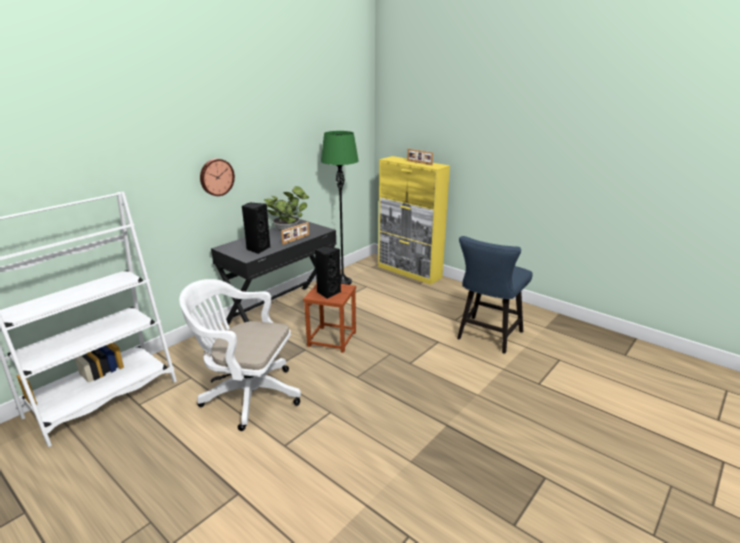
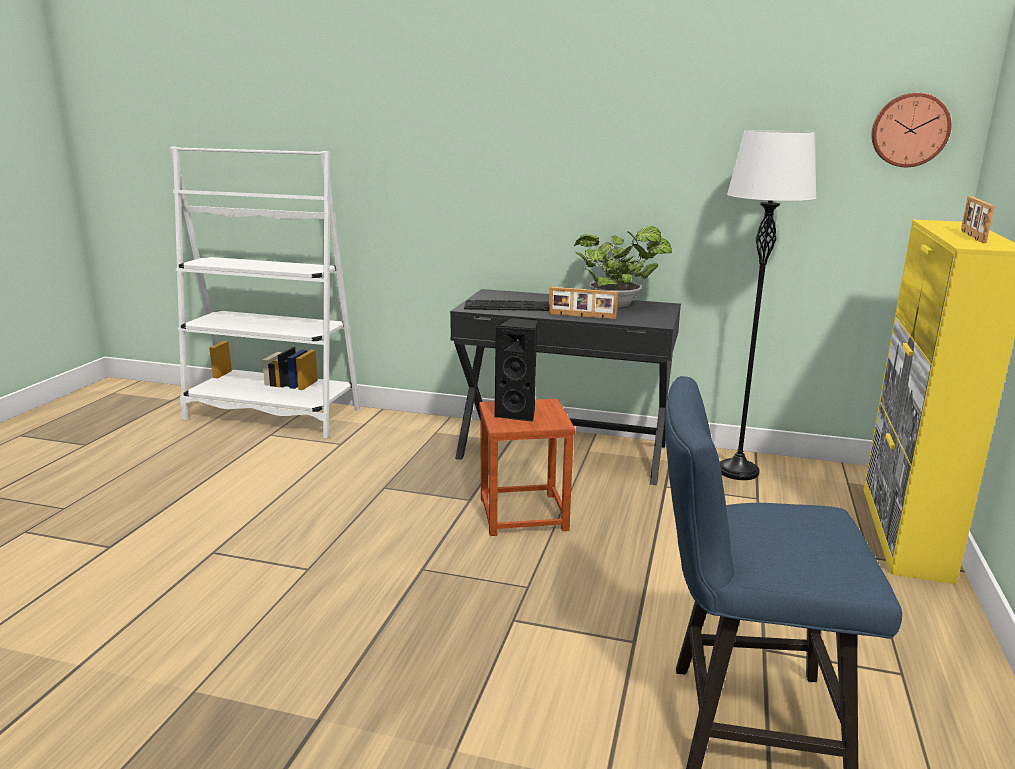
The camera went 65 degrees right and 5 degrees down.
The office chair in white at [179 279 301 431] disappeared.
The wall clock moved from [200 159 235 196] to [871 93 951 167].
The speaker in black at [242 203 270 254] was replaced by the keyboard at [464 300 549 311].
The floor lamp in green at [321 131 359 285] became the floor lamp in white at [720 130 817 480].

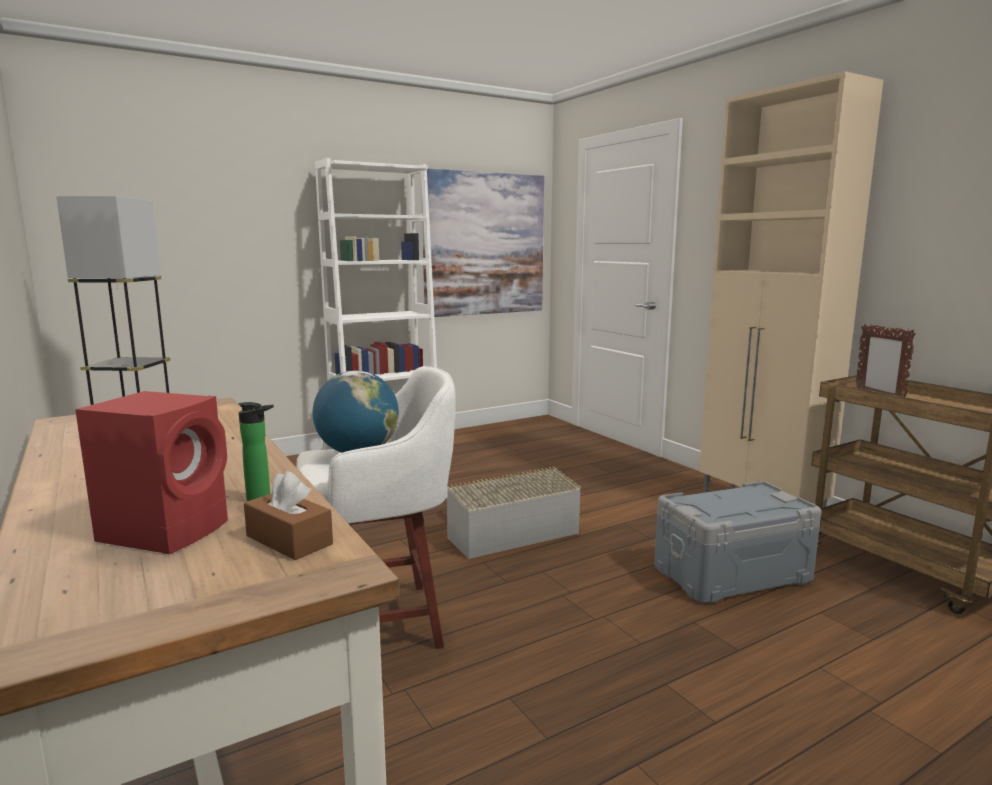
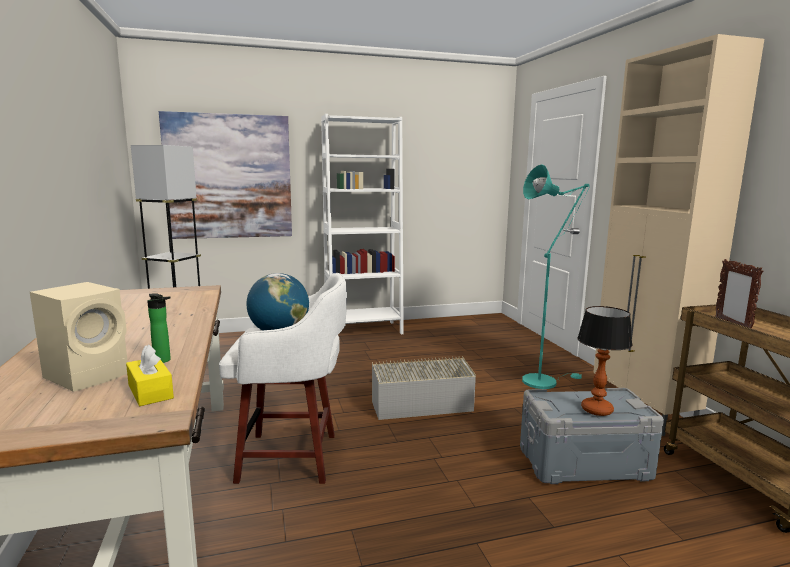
The camera went 15 degrees right and 0 degrees up.
The speaker in red at [75 391 228 554] became the speaker in beige at [30 282 128 392].
The tissue box in brown at [244 471 333 560] became the tissue box in yellow at [126 344 174 406].
The picture moved from [422 169 544 317] to [159 111 292 239].
The floor lamp in turquoise at [522 164 590 389] appeared.
The table lamp at [577 306 632 416] appeared.

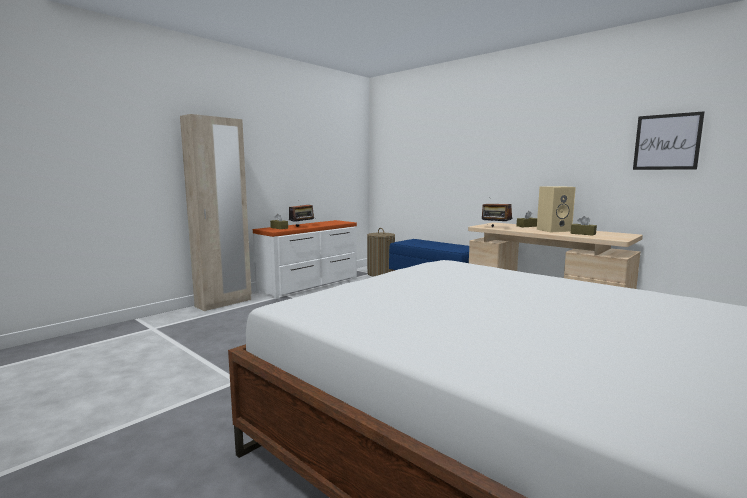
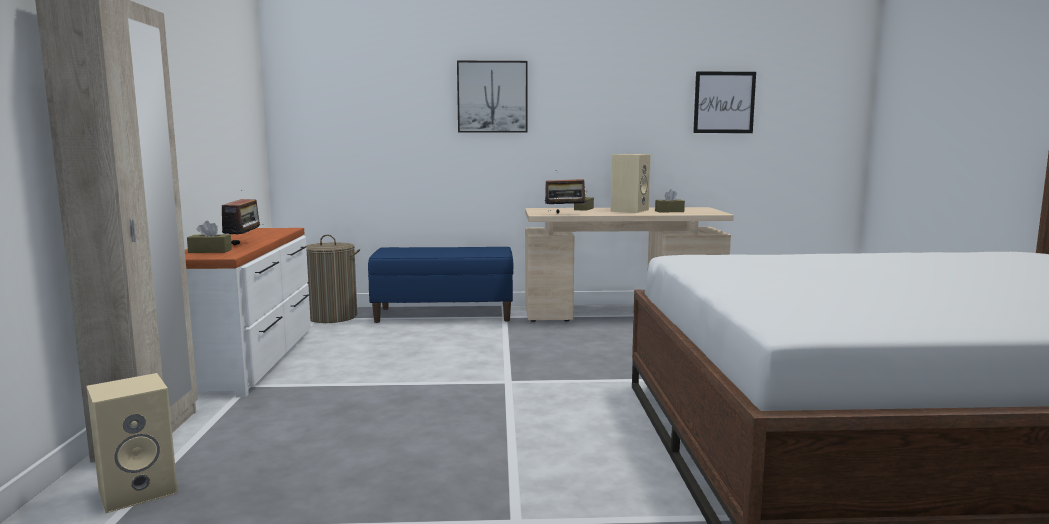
The camera went 45 degrees left and 0 degrees up.
The speaker in beige at [86 373 178 513] appeared.
The picture at [457 61 528 133] appeared.

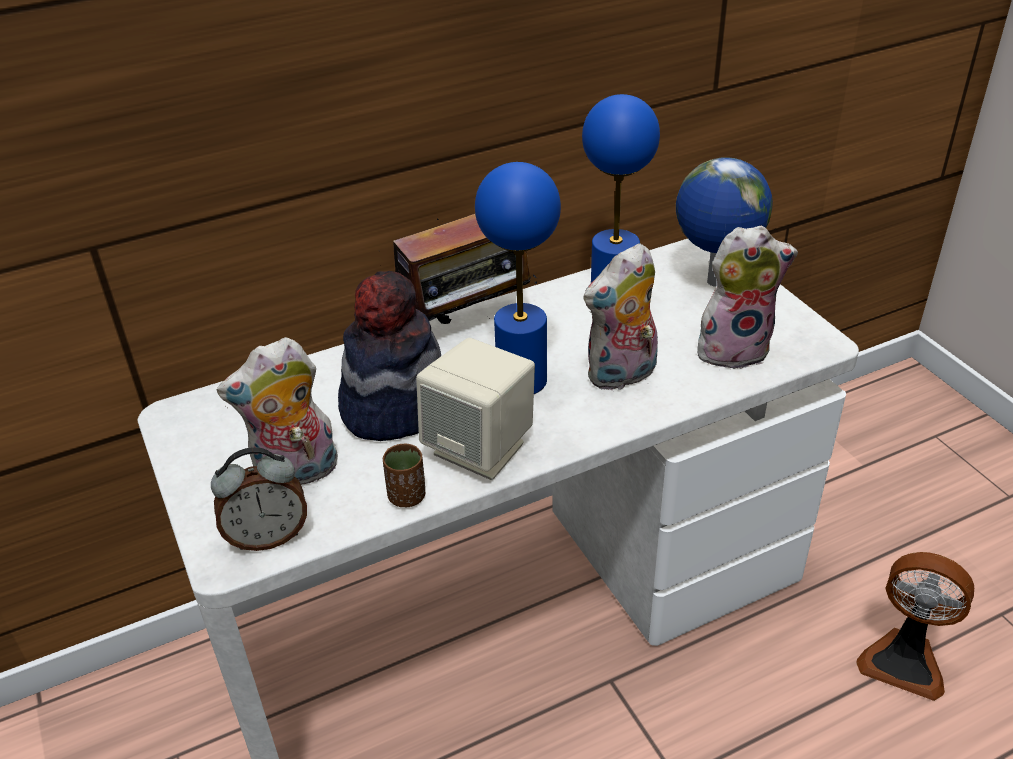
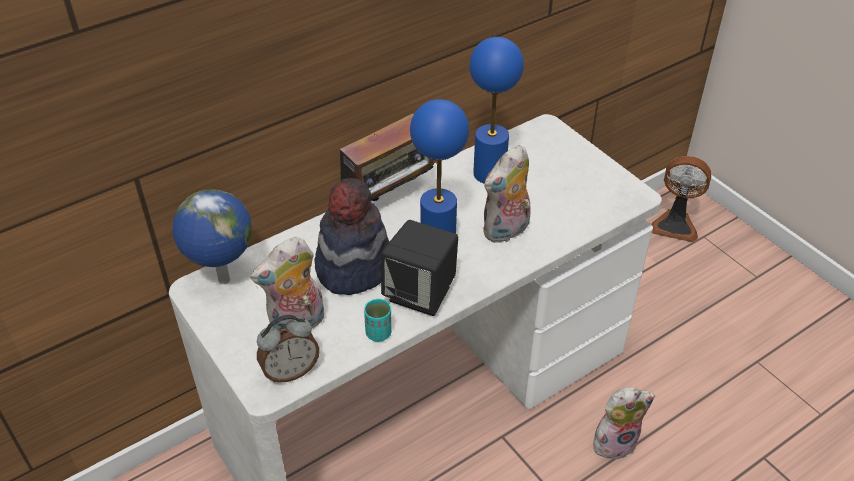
The camera went 10 degrees left and 5 degrees up.
The cup in brown at [383 443 425 507] became the cup in turquoise at [364 299 392 342].
The speaker in beige at [416 338 535 480] became the speaker in black at [381 220 458 316].
The globe moved from [676 157 773 287] to [172 189 252 284].
The plush toy moved from [697 226 798 369] to [593 387 655 460].
The fan moved from [856 552 974 701] to [651 156 711 242].

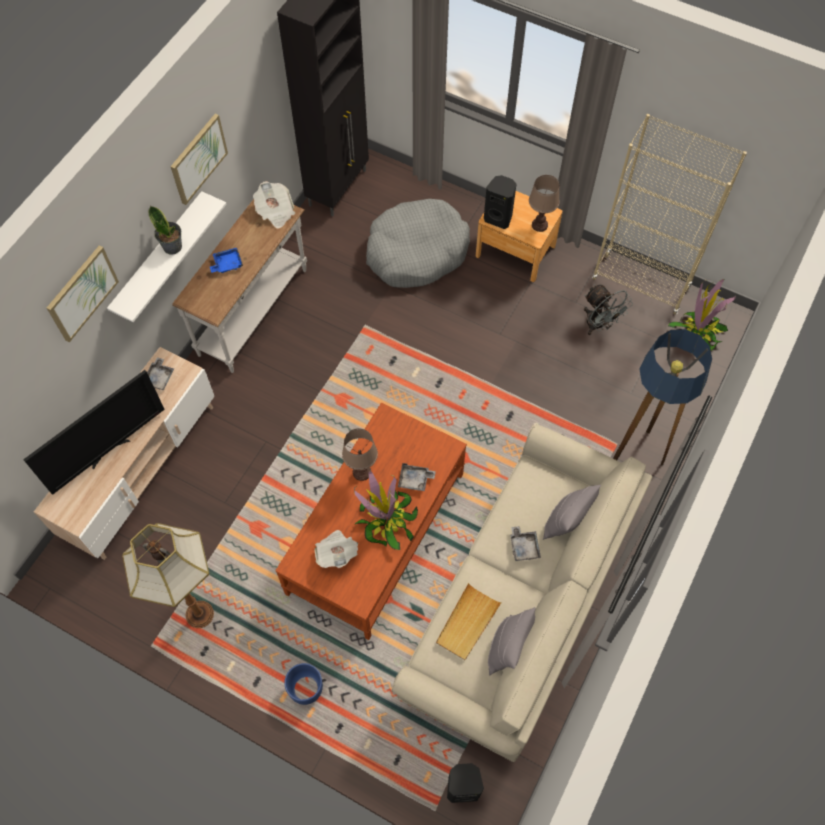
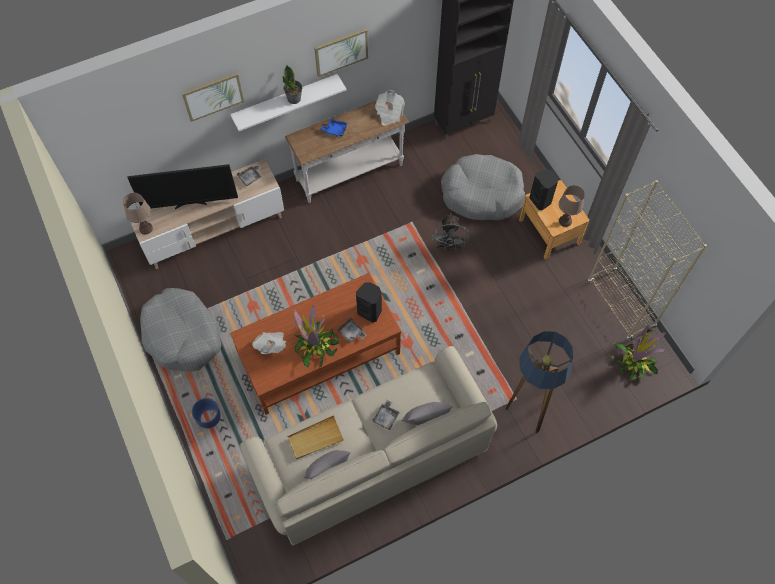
The camera went 35 degrees right and 0 degrees up.
The floor lamp at [122 523 214 628] was replaced by the dog bed in grey at [140 288 221 372].
The table lamp in brown moved from [342 429 378 481] to [123 193 153 234].
The speaker in black moved from [447 763 484 803] to [356 282 382 323].
The fan in grey moved from [584 284 633 335] to [432 213 468 250].

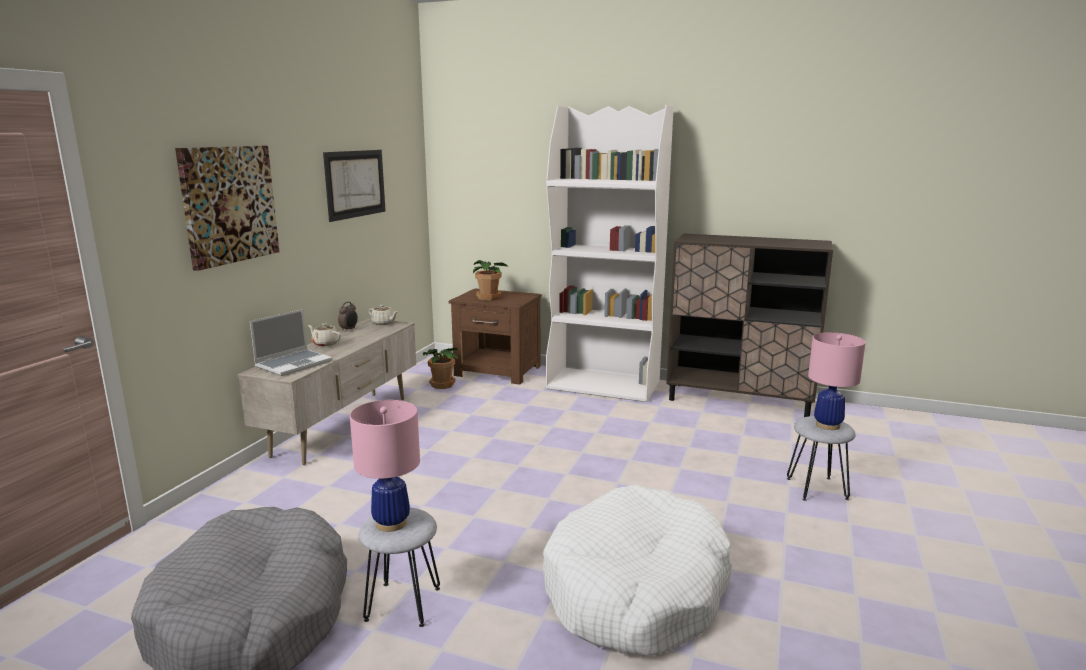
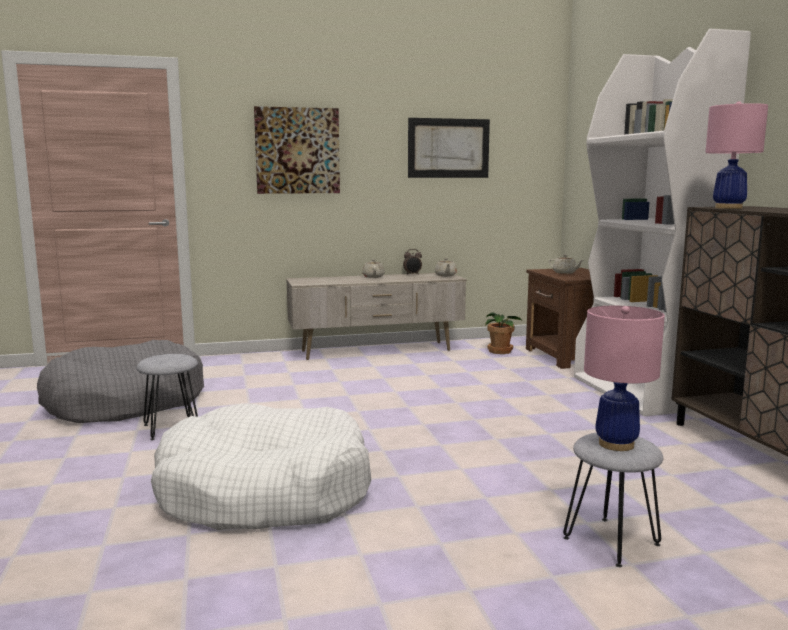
The camera went 55 degrees right and 5 degrees down.
The laptop at [250 309 333 376] disappeared.
The table lamp in pink moved from [350 400 420 532] to [705 101 768 209].
The potted plant at [473 260 507 301] was replaced by the teapot in beige at [549 254 584 274].

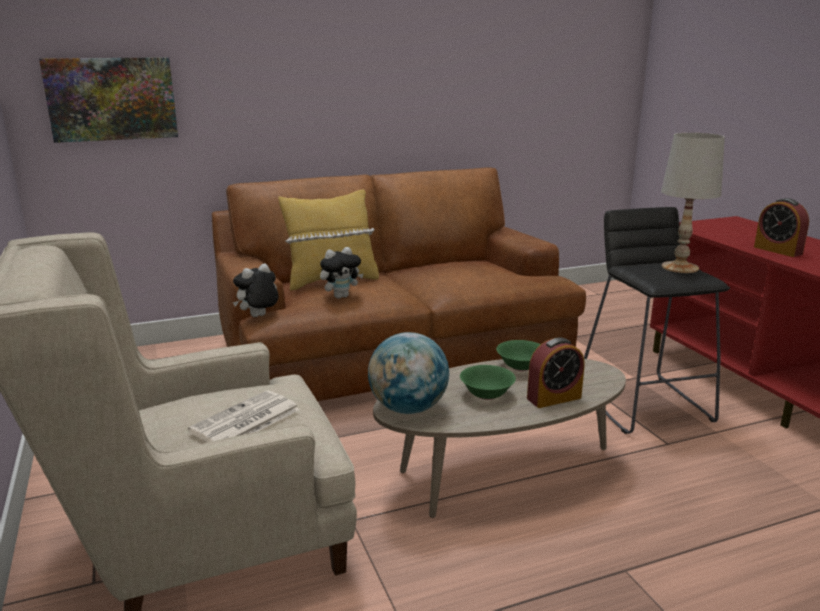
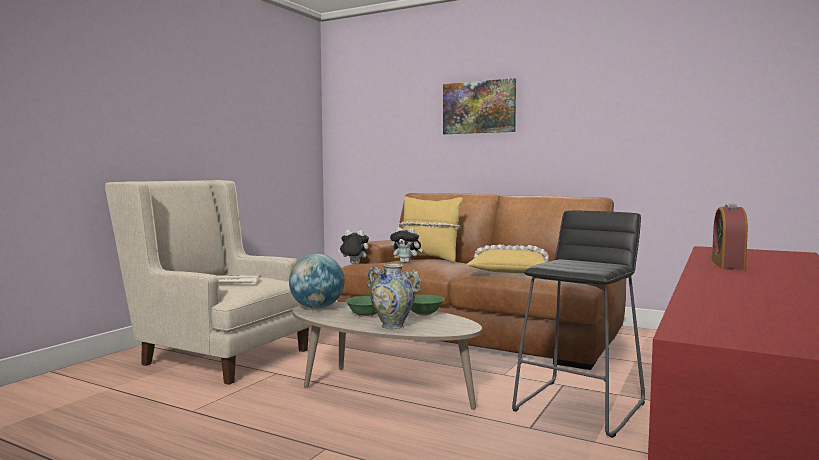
The camera went 50 degrees right and 15 degrees down.
The picture moved from [39 57 178 143] to [443 78 516 134].
The alarm clock at [527 337 584 408] was replaced by the vase at [367 263 421 329].
The table lamp in white at [661 133 725 273] disappeared.
The pillow in yellow at [467 244 549 273] appeared.

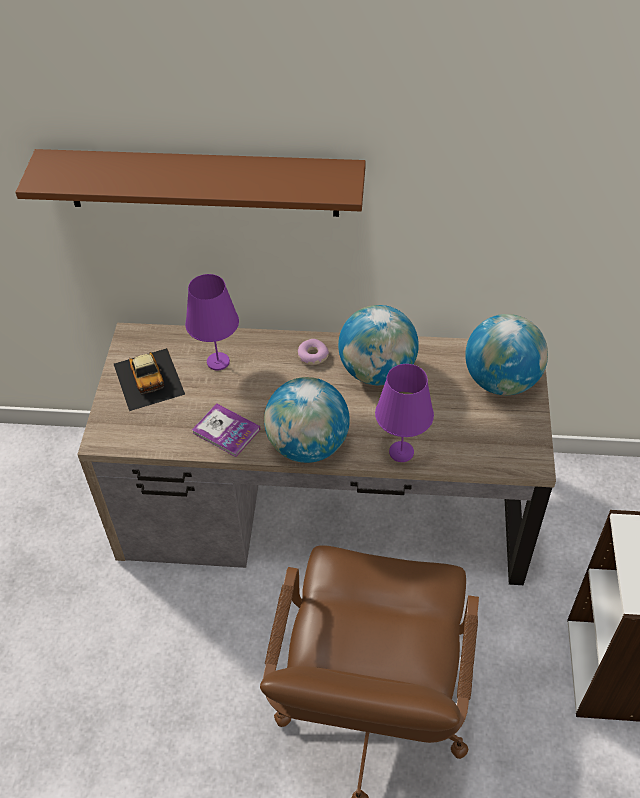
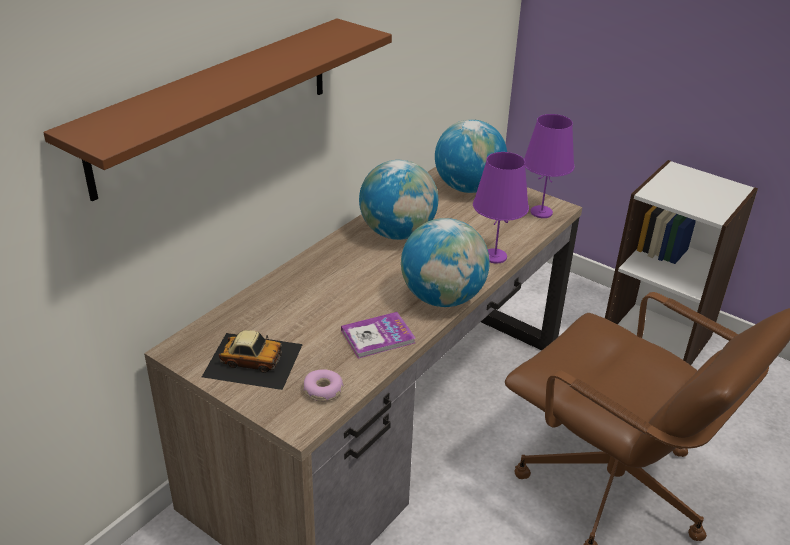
The camera went 60 degrees left and 15 degrees down.
The table lamp in purple moved from [185 274 239 370] to [524 114 575 218].
The donut moved from [298 339 329 365] to [304 369 344 402].

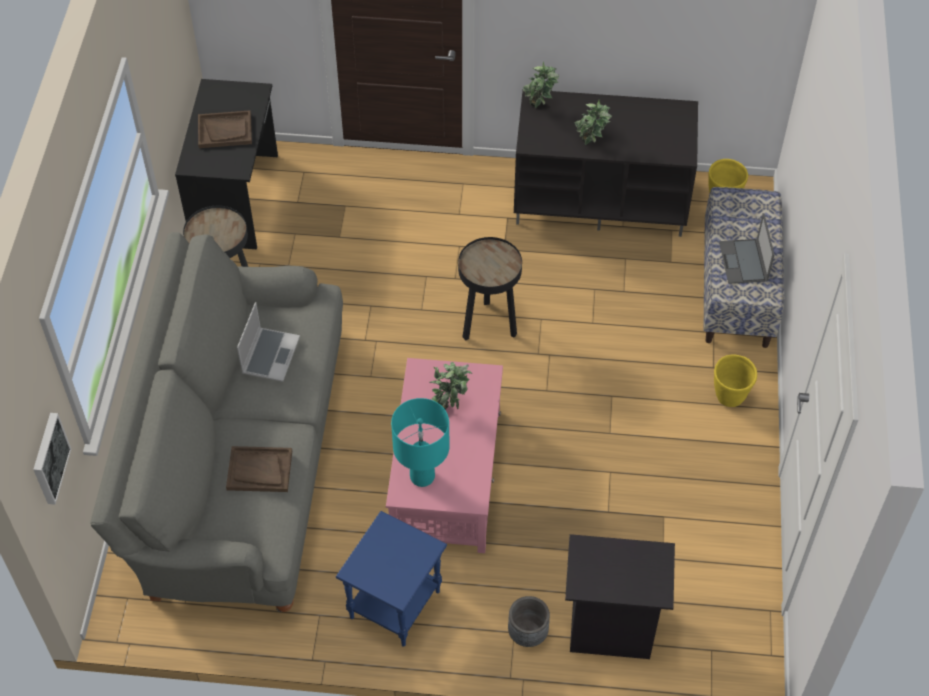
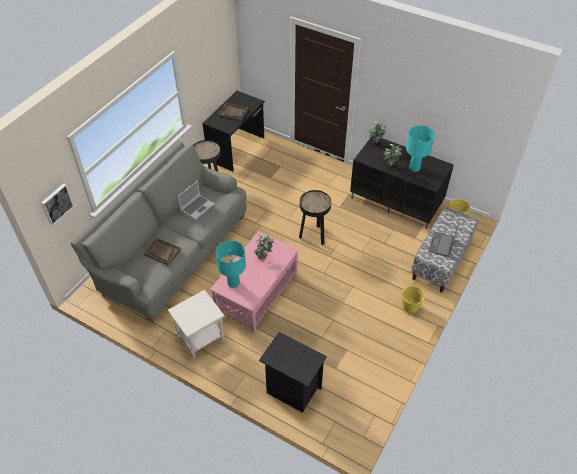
The camera went 25 degrees right and 5 degrees down.
The side table in blue at [336 511 447 647] became the side table in white at [168 290 225 359].
The planter in grey at [508 596 550 647] disappeared.
The table lamp in turquoise at [406 126 435 172] appeared.

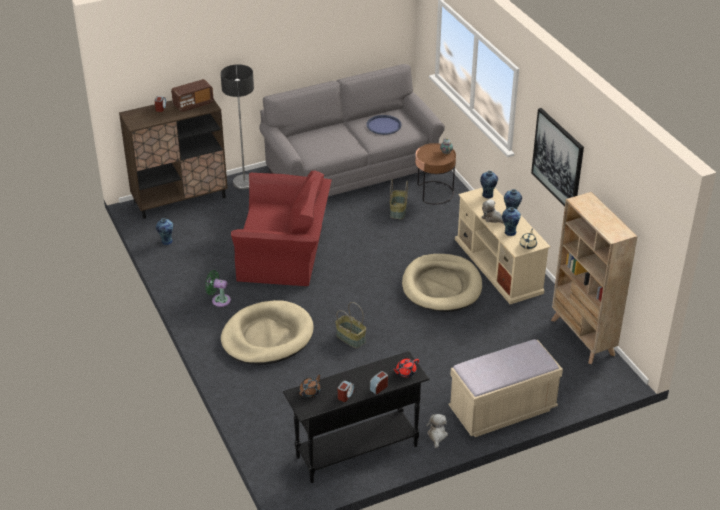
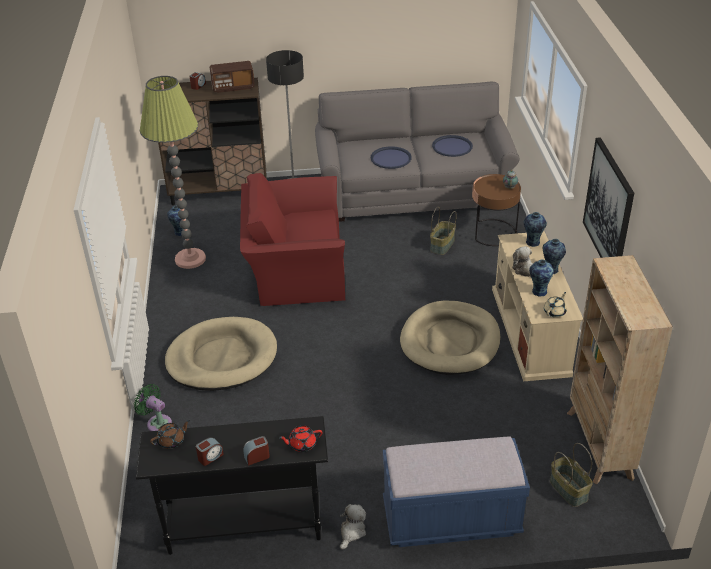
The camera went 20 degrees right and 0 degrees up.
The fan in green moved from [205 270 231 307] to [134 384 172 431].
The armchair in red at [231 170 332 286] turned 150 degrees clockwise.
The basket moved from [335 302 366 348] to [550 443 593 507].
The bench in beige at [449 339 563 437] became the bench in blue at [383 437 530 547].
The floor lamp at [140 76 206 269] appeared.
The tray in blue at [371 146 412 169] appeared.

